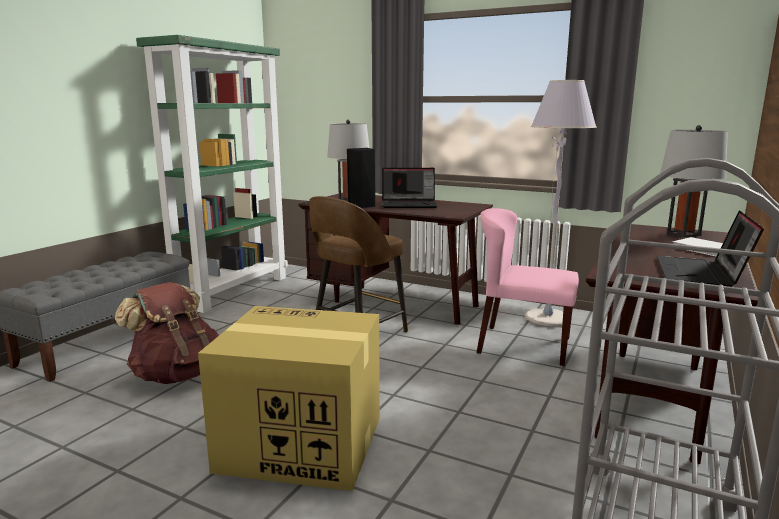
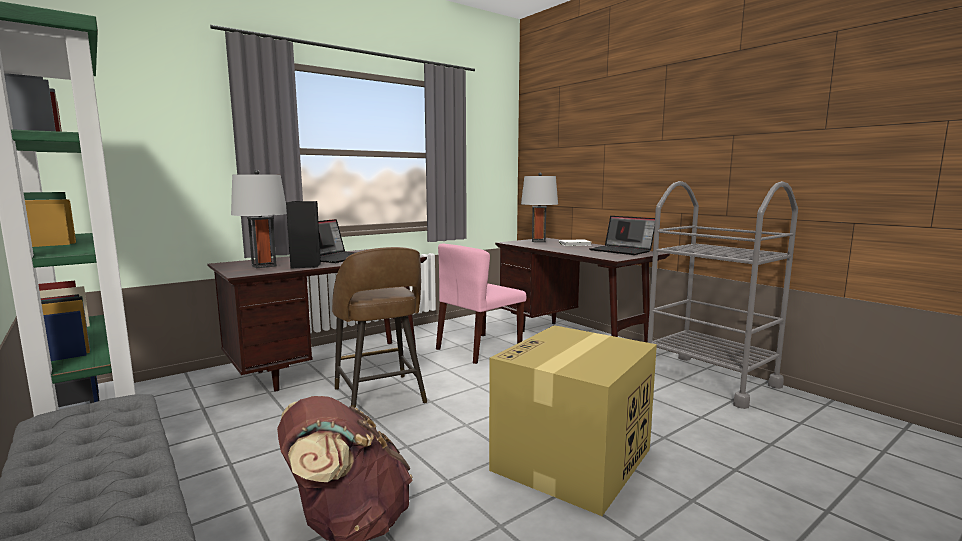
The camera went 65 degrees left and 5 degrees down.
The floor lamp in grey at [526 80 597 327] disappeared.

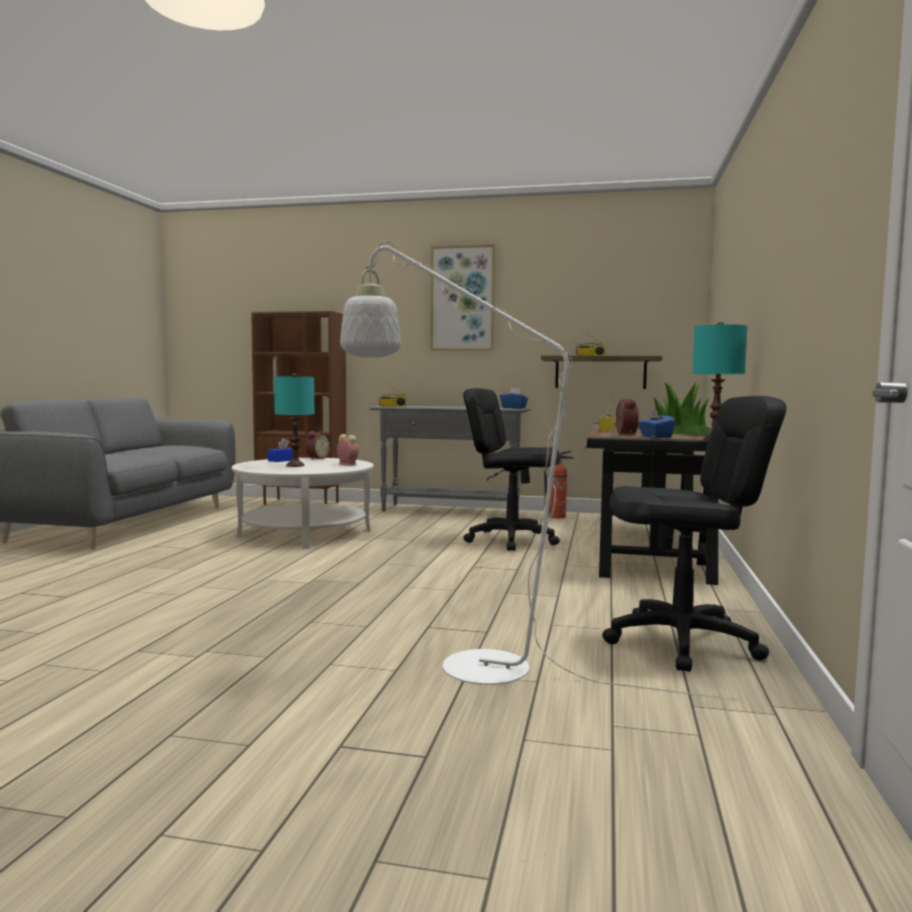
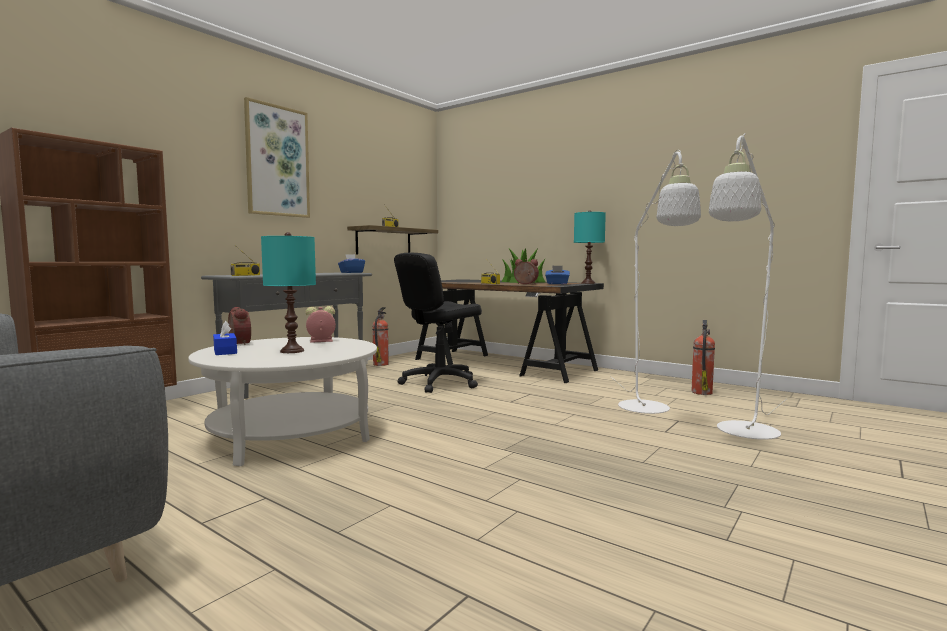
The camera went 65 degrees left and 0 degrees up.
The office chair in black at [602 396 786 672] was replaced by the fire extinguisher at [691 320 715 395].
The floor lamp in white at [610 150 701 414] appeared.

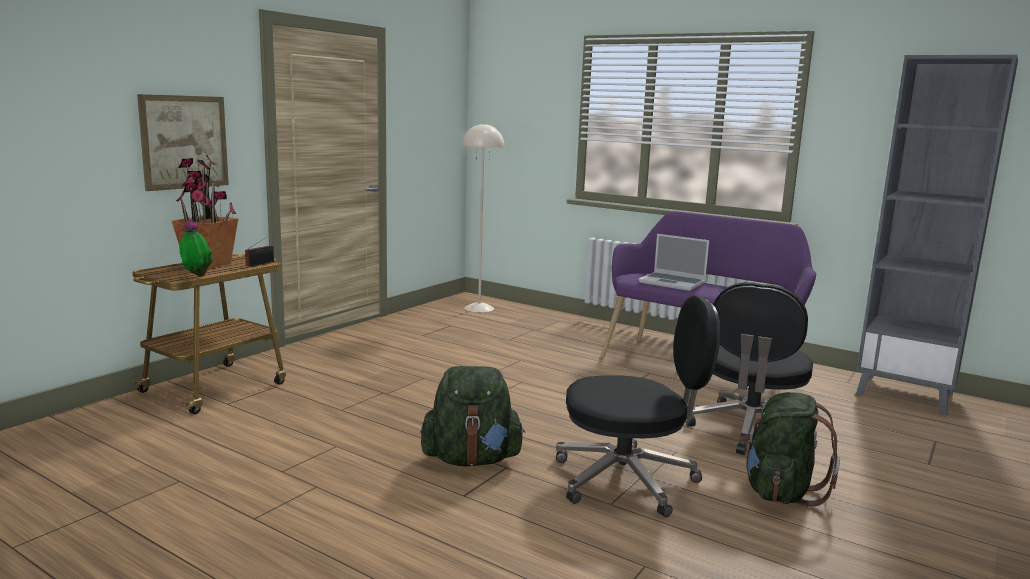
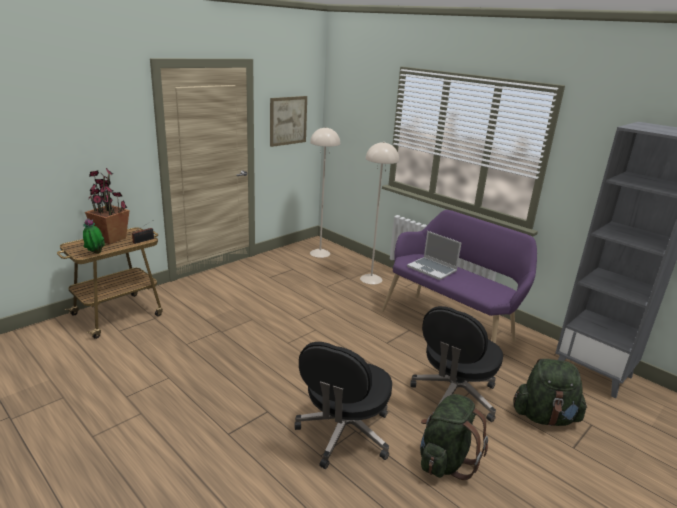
The camera went 10 degrees right and 10 degrees up.
The picture moved from [137 94 229 191] to [270 96 307 147].
The backpack in green moved from [420 366 526 466] to [513 359 587 426].
The office chair in black at [556 296 720 517] turned 105 degrees clockwise.
The floor lamp in beige at [360 142 399 284] appeared.

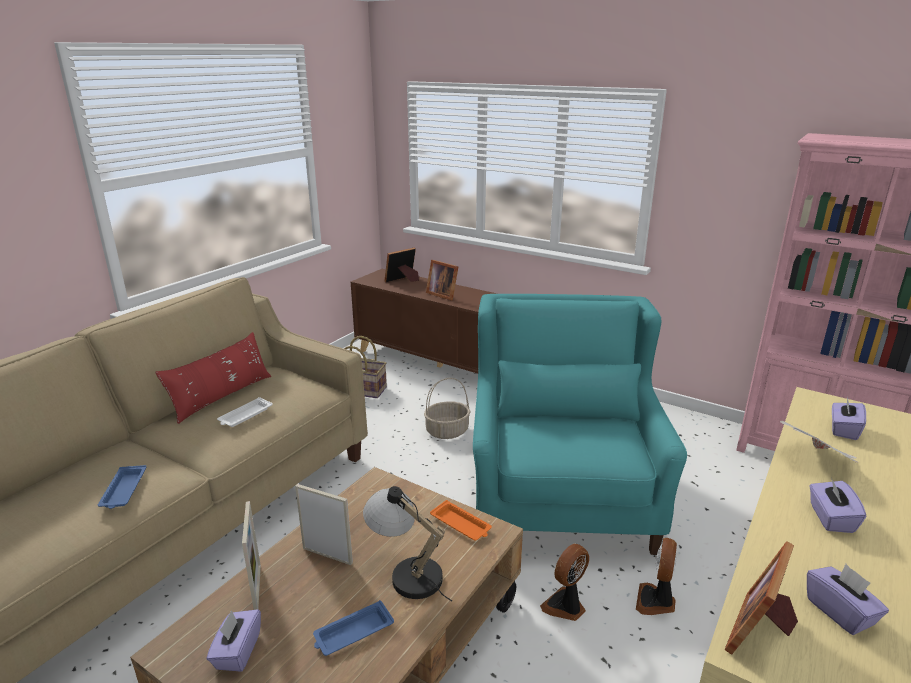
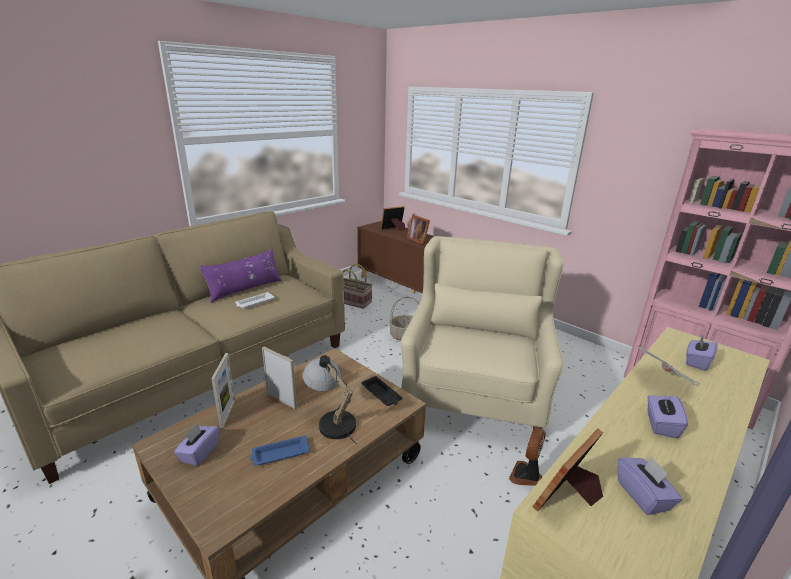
The camera went 10 degrees right and 0 degrees up.
The tray in blue at [98 465 146 509] disappeared.
The pillow in red at [155 332 271 424] became the pillow in purple at [199 248 282 303].
The tray in orange at [430 500 492 541] became the tray in black at [361 376 402 406].
The armchair in turquoise at [473 294 687 555] became the armchair in beige at [401 236 564 430].
The fan at [540 544 589 621] disappeared.

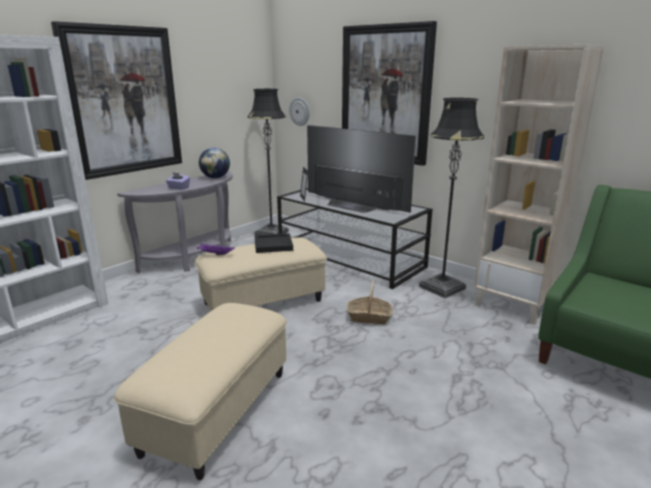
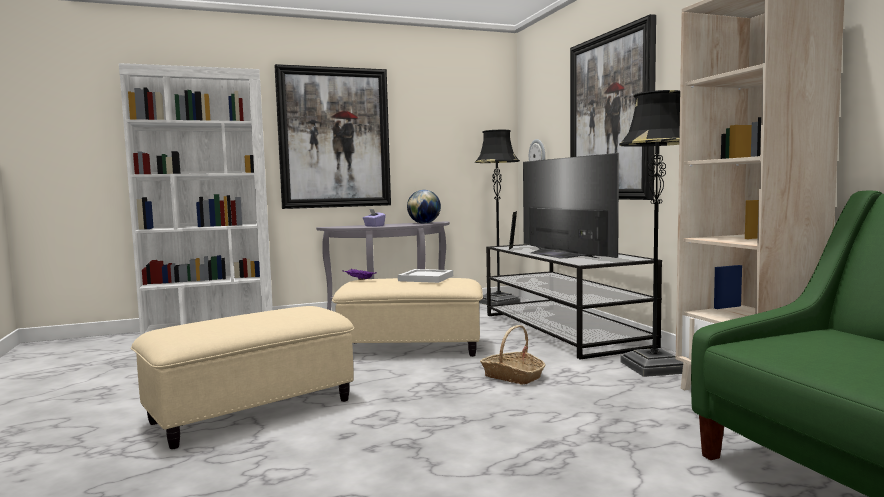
The camera went 30 degrees right and 15 degrees down.
The tray in black at [255 233 293 253] became the tray in white at [398 269 453 283].

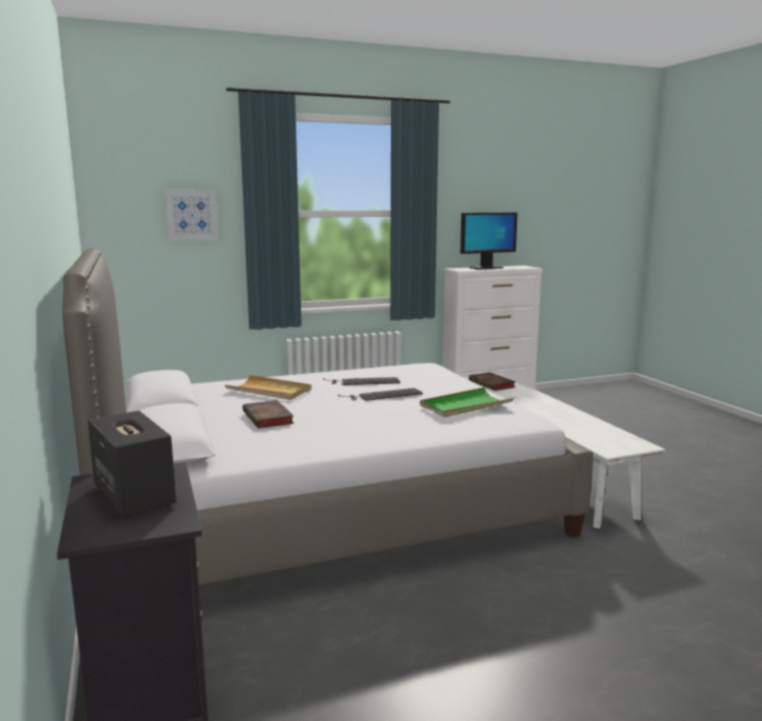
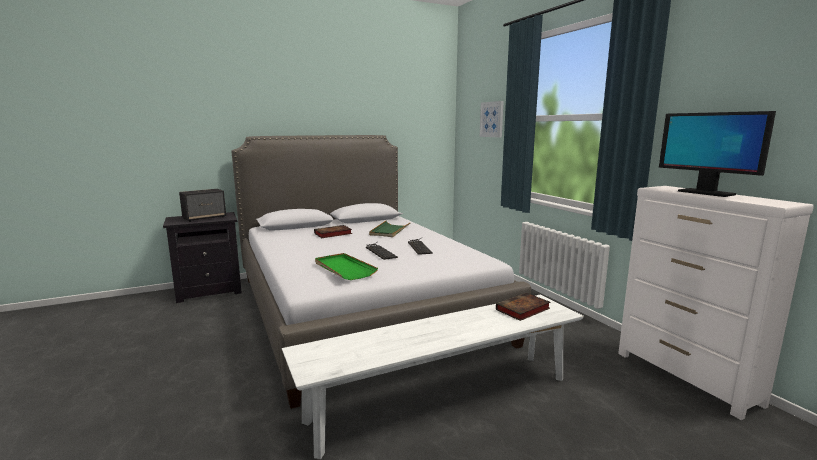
The camera went 85 degrees right and 0 degrees up.
The tray in beige at [225 375 311 400] became the tray in green at [369 221 411 237].

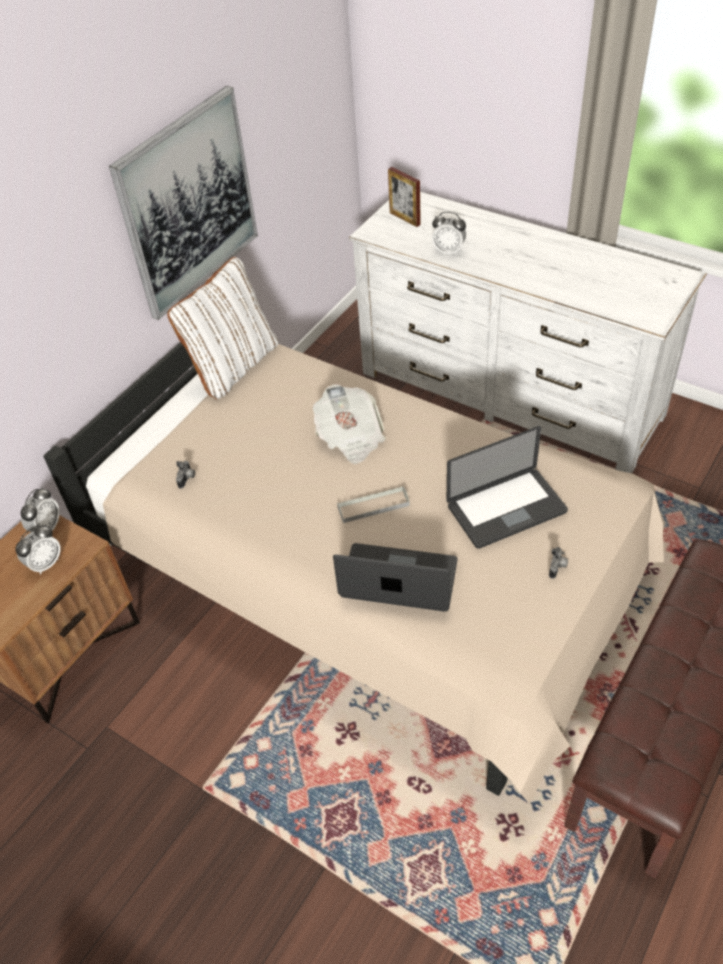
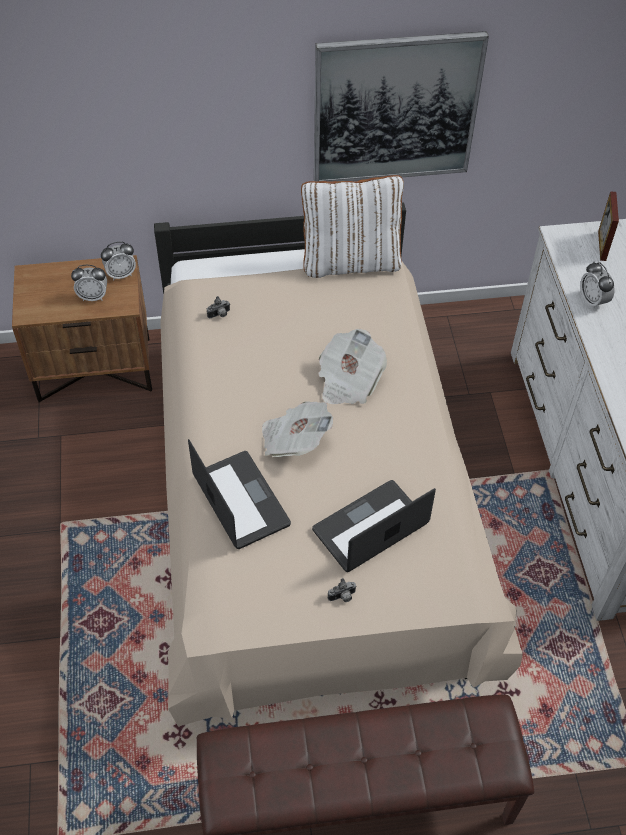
The camera went 45 degrees right and 5 degrees up.
The tray in grey at [337 486 410 523] was replaced by the newspaper at [262 401 333 457].
The laptop at [447 426 568 549] turned 120 degrees clockwise.

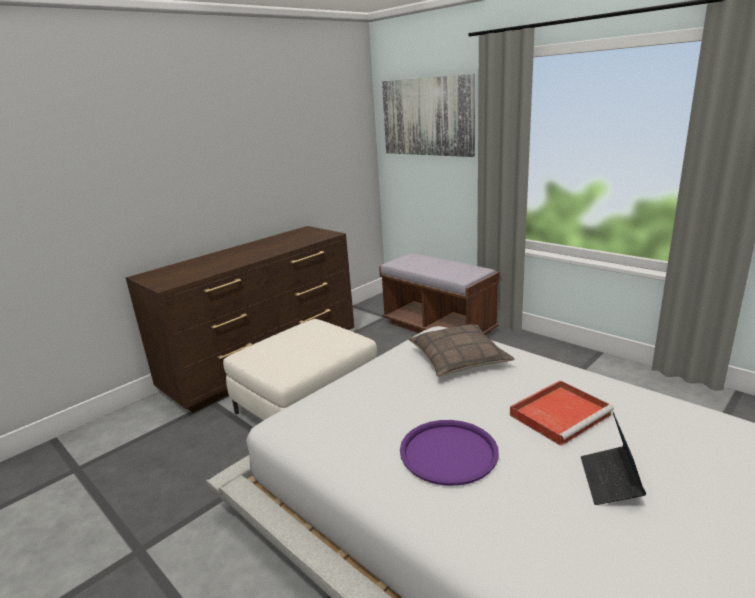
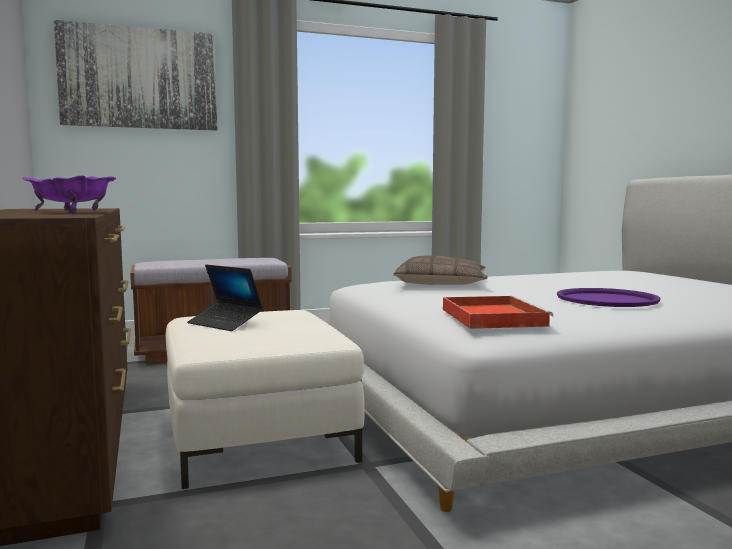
The camera went 65 degrees left and 15 degrees down.
The tray in red moved from [510 380 614 446] to [443 296 553 329].
The laptop moved from [581 412 646 505] to [187 265 263 331].
The bowl in purple at [22 175 116 214] appeared.

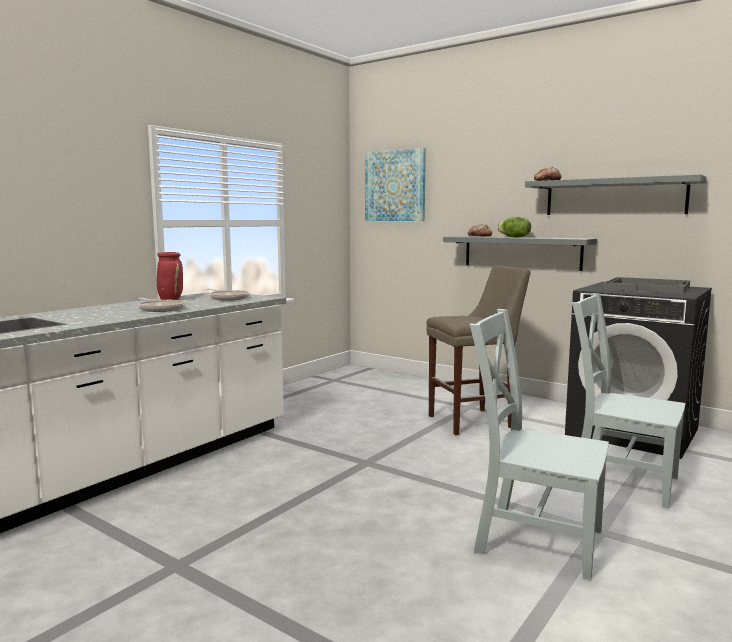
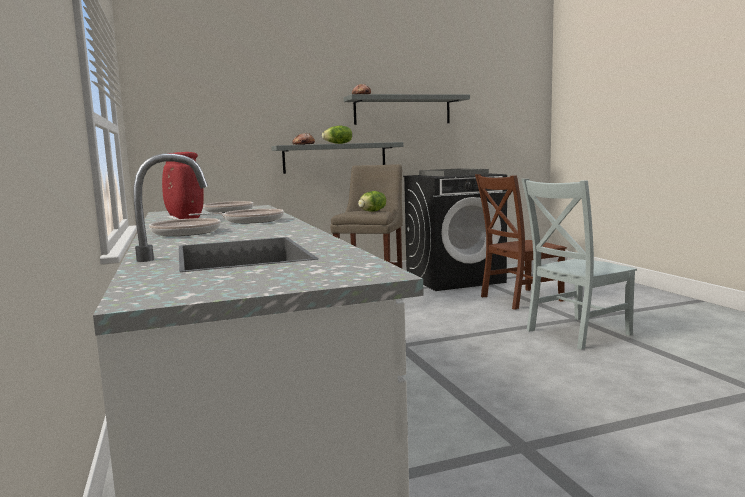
The camera went 55 degrees left and 0 degrees up.
The picture at [365 148 426 221] disappeared.
The chair in grey at [572 293 685 509] became the chair in brown at [475 174 567 310].
The frying pan at [149 216 221 236] appeared.
The lettuce at [358 191 386 212] appeared.

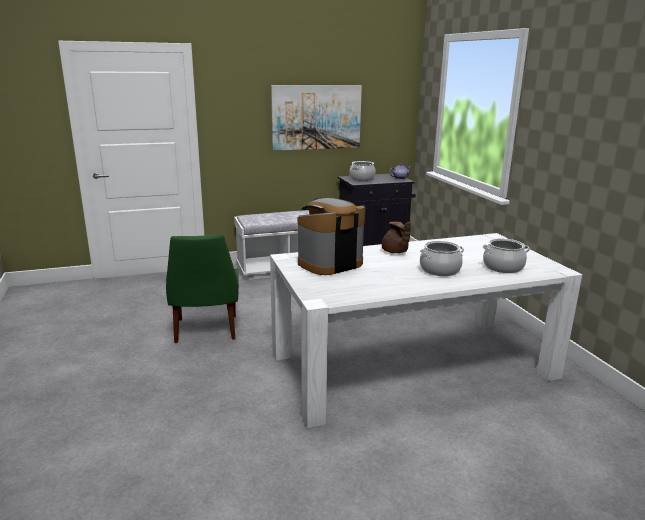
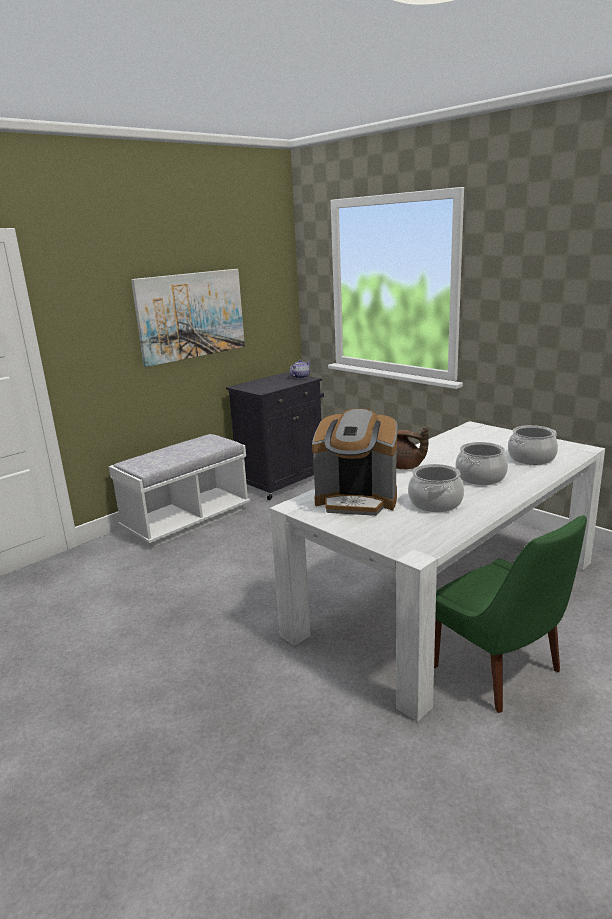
The camera went 25 degrees left and 0 degrees up.
The chair in green moved from [166 234 239 343] to [434 515 587 713].
The coffee machine at [298 197 365 275] turned 105 degrees counterclockwise.
The cooking pot moved from [349 161 376 181] to [408 464 464 512].

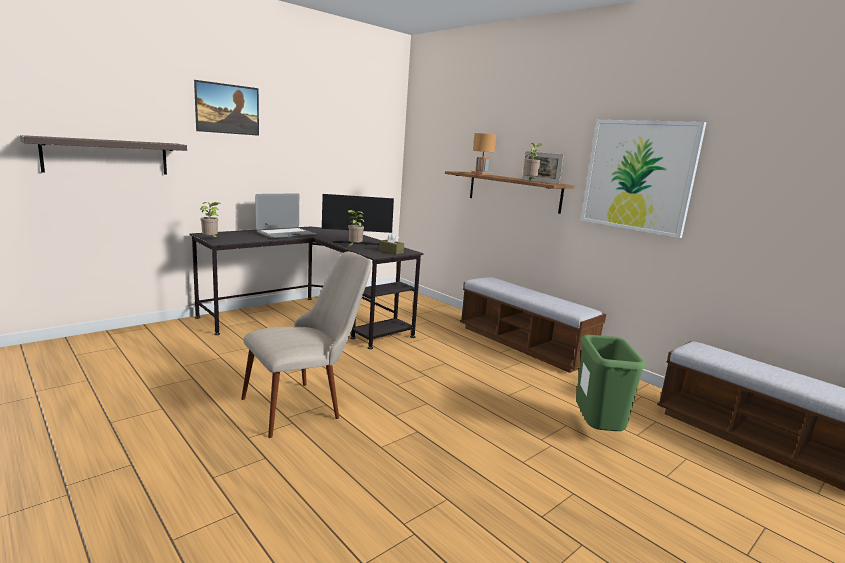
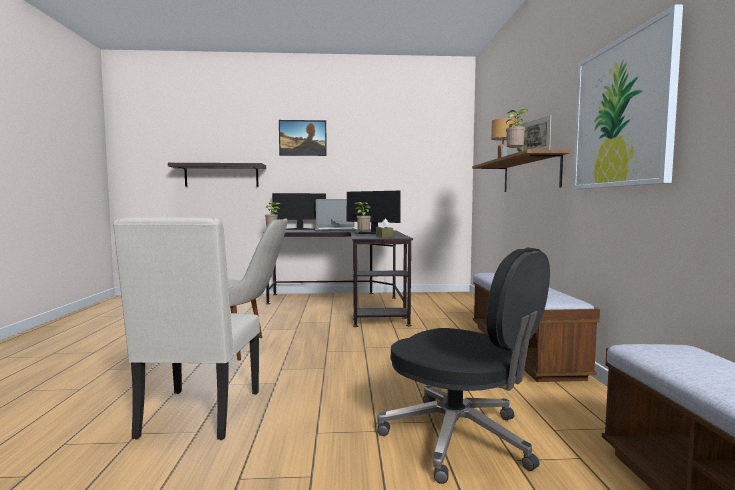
The camera went 40 degrees right and 10 degrees down.
The trash can in green at [576 335 646 431] was replaced by the office chair in black at [377 247 550 484].
The chair in beige at [113 217 260 440] appeared.
The monitor at [272 193 326 230] appeared.

